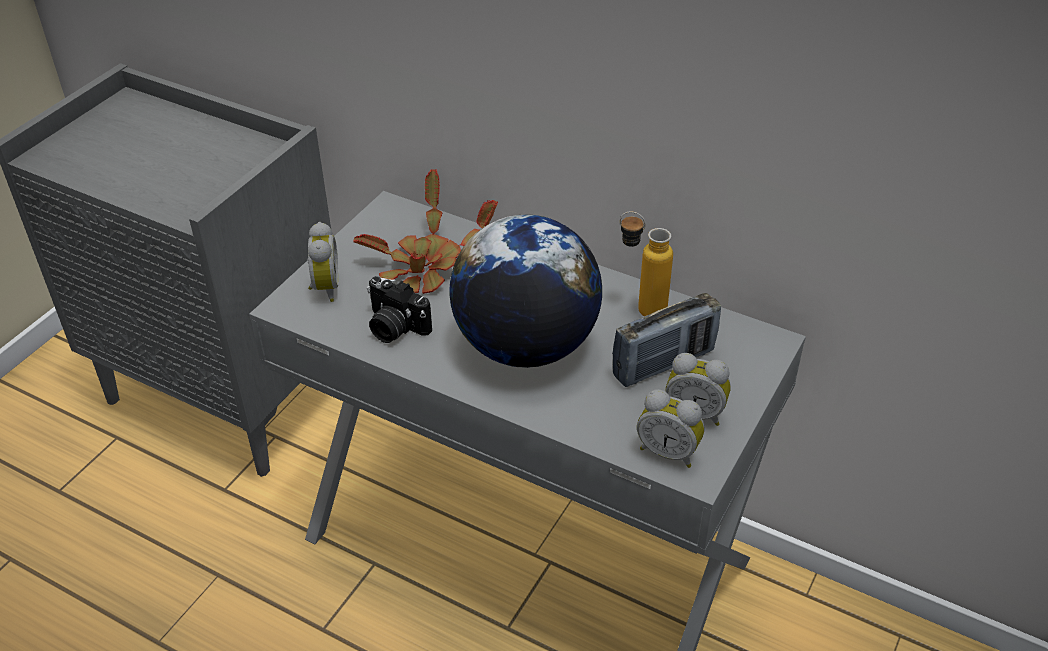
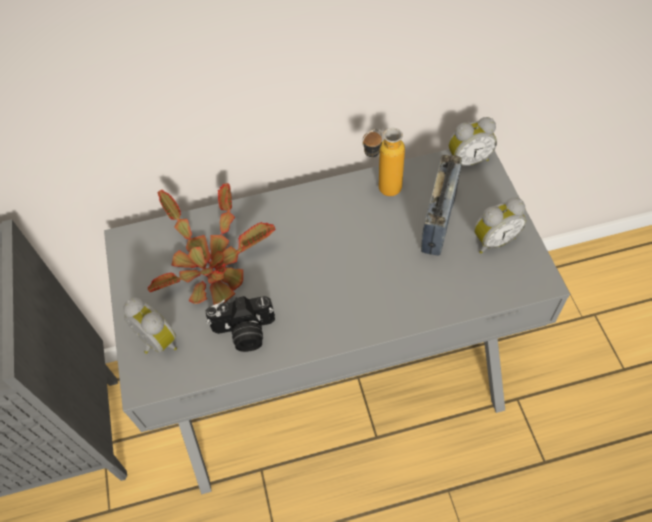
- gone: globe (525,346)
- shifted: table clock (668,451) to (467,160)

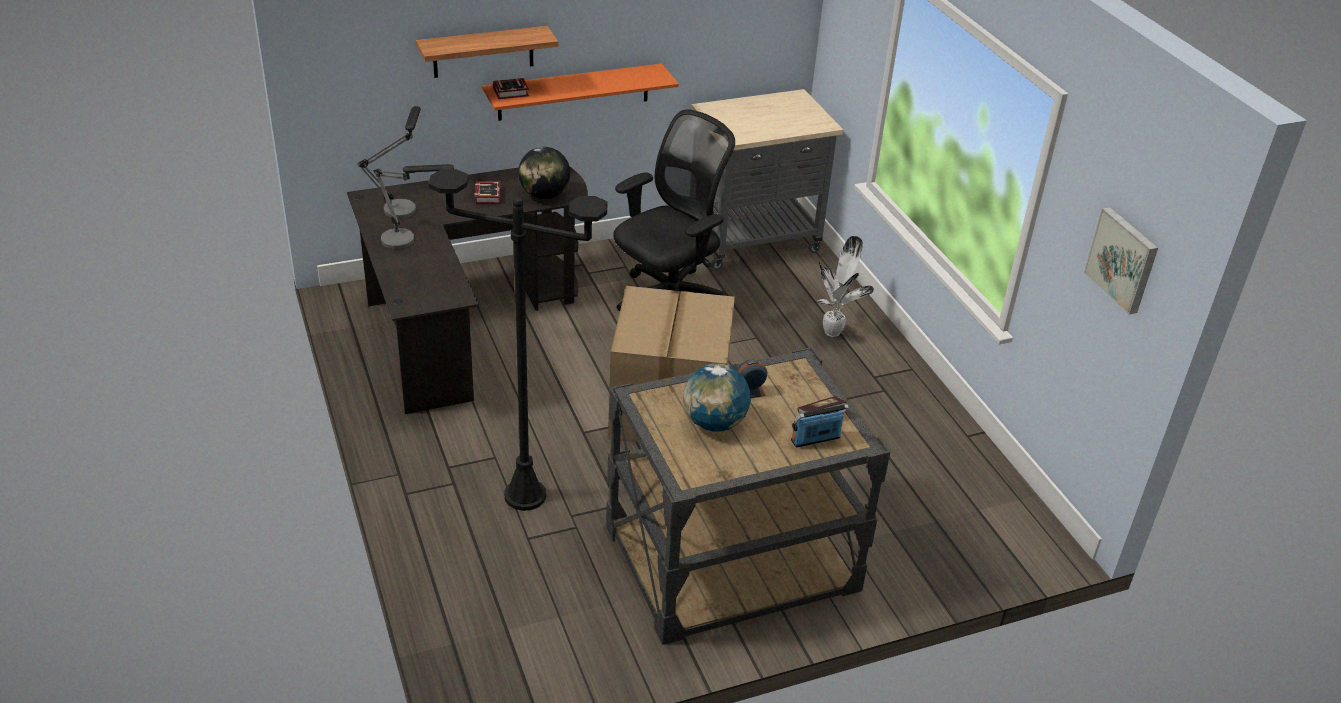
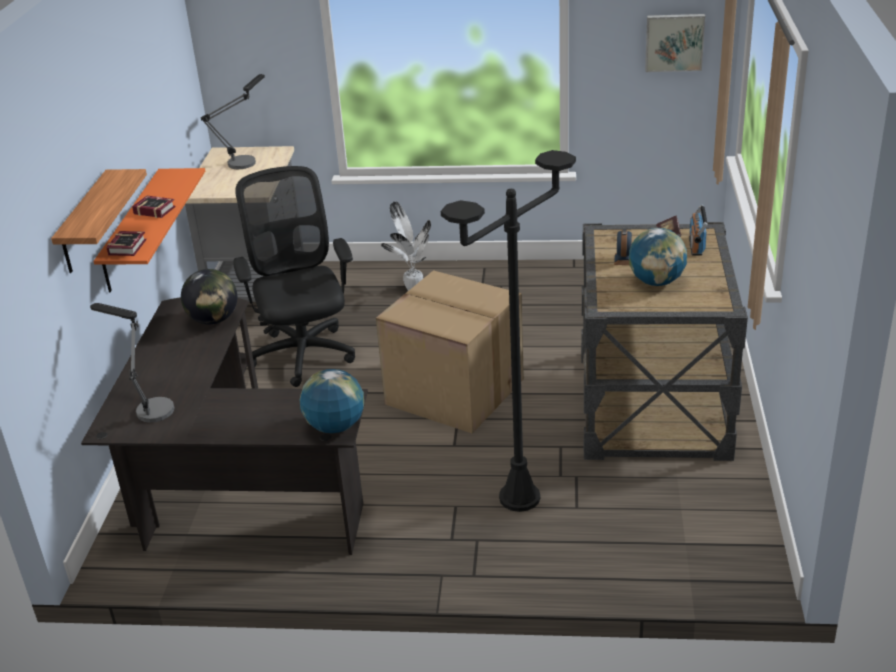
- shifted: table lamp (408,240) to (247,160)
- shifted: volume (489,195) to (154,210)
- new: globe (335,426)

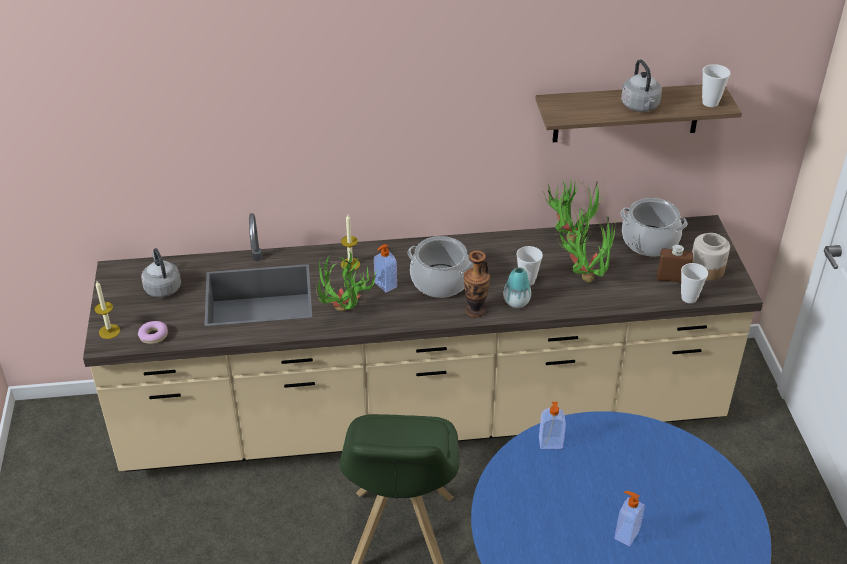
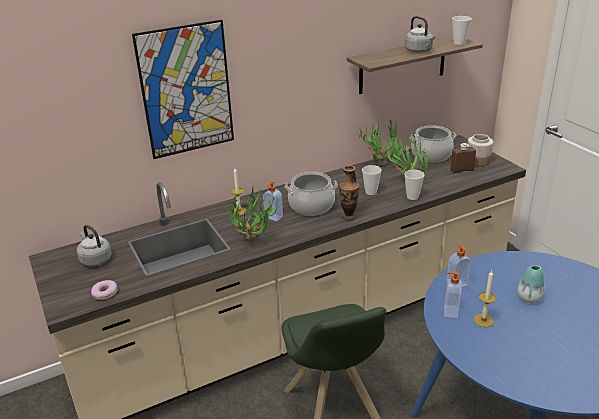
- shifted: candle (109,331) to (483,320)
- shifted: flower vase (516,302) to (529,298)
- shifted: soap dispenser (626,534) to (450,311)
- shifted: cup (689,298) to (412,197)
- new: wall picture (186,90)

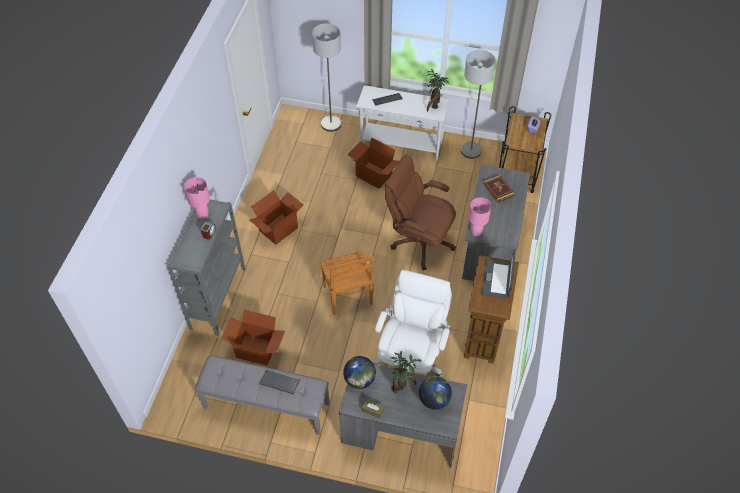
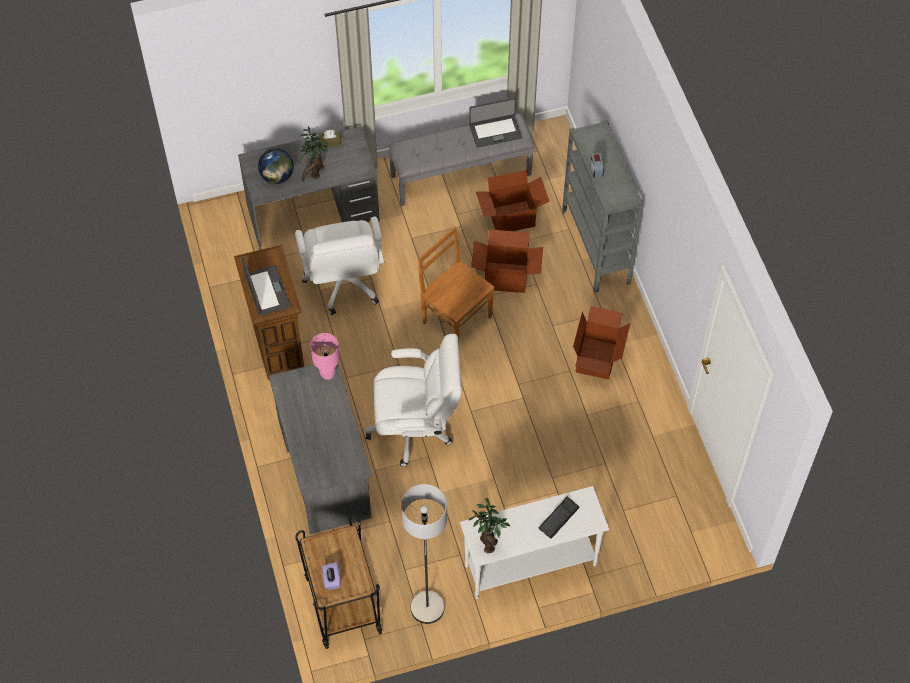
- gone: table lamp (pinkish) (202,214)
- gone: computer keyboard (279,383)
- gone: standing lamp (gray) (331,129)
- gone: globe (359,380)
- shifted: cardboard box (373,175) to (506,276)
- repainted: desk chair (brown-coloured) (419,241) to desk chair (whitish) (417,428)
- gone: volume (498,190)
- new: laptop (495,131)

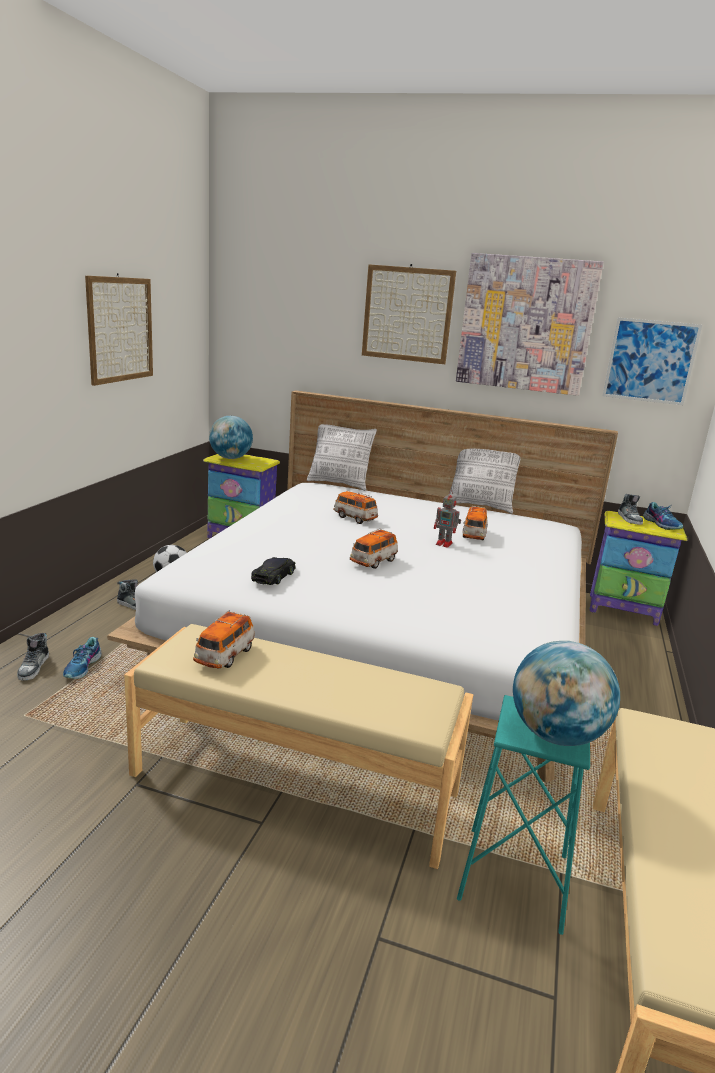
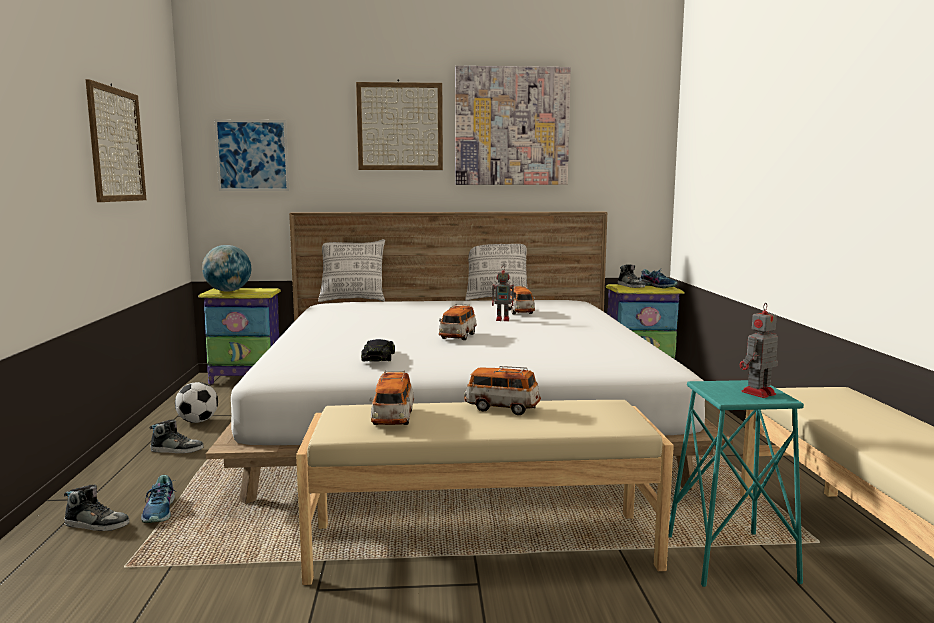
- rotated: low shoe (34,667) = (97,524) 60 degrees counterclockwise
- shifted: miniature car (355,518) to (501,408)
- swapped: globe (556,735) to model robot (757,393)
- shifted: wall picture (650,361) to (252,155)

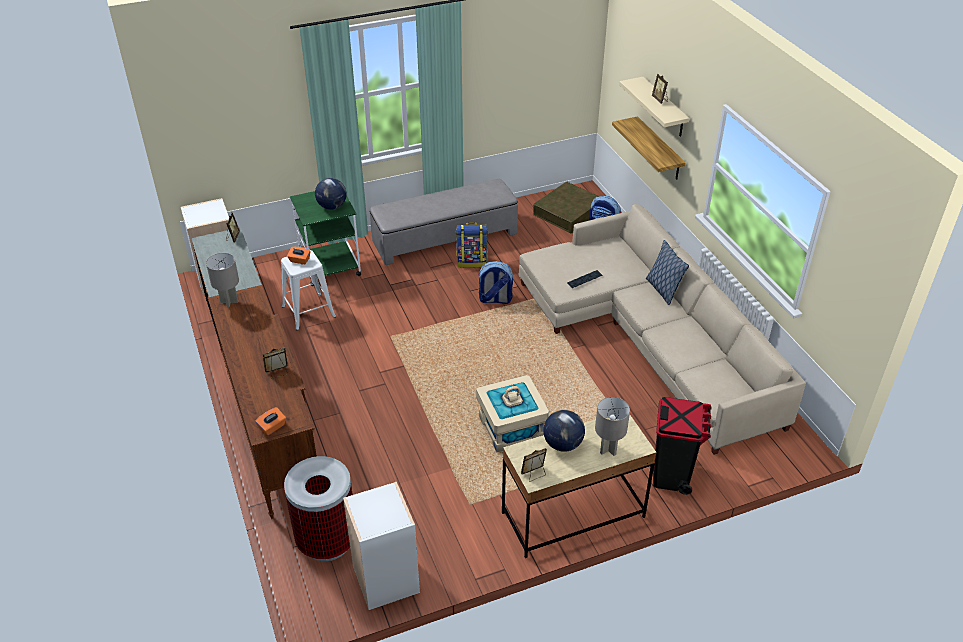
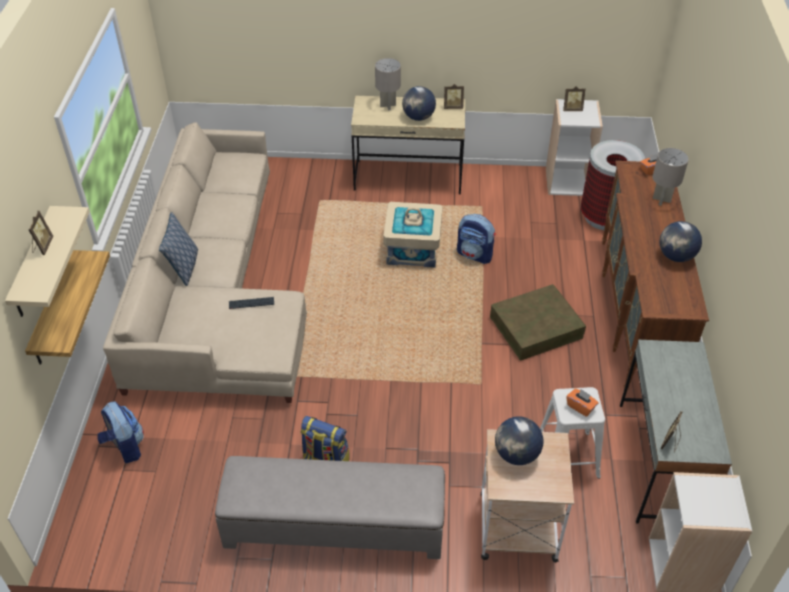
- shifted: table lamp (gray) (229,301) to (661,200)
- shifted: picture frame (278,373) to (572,109)
- repainted: wheeled cart (greenish) (331,266) to wheeled cart (beige-coloured) (516,527)
- shifted: rucksack (495,299) to (475,254)
- shifted: storage container (brown-coloured) (568,212) to (535,327)
- gone: rubbish bin (black) (672,474)
- new: globe (675,256)

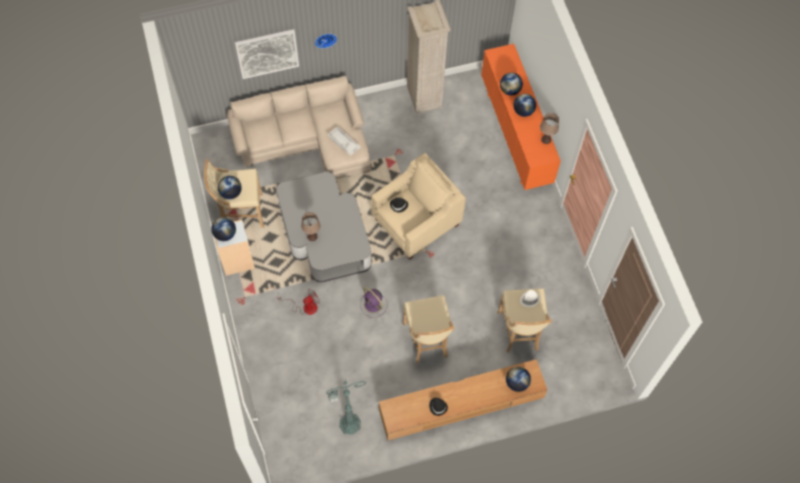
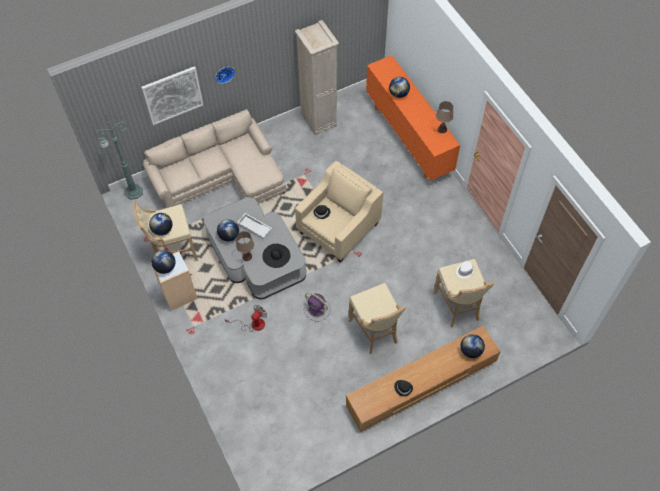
- shifted: standing lamp (greenish) (348,424) to (133,192)
- shifted: tray (whitish) (343,143) to (254,227)
- shifted: globe (523,111) to (229,236)
- new: clothing hat (black) (276,255)

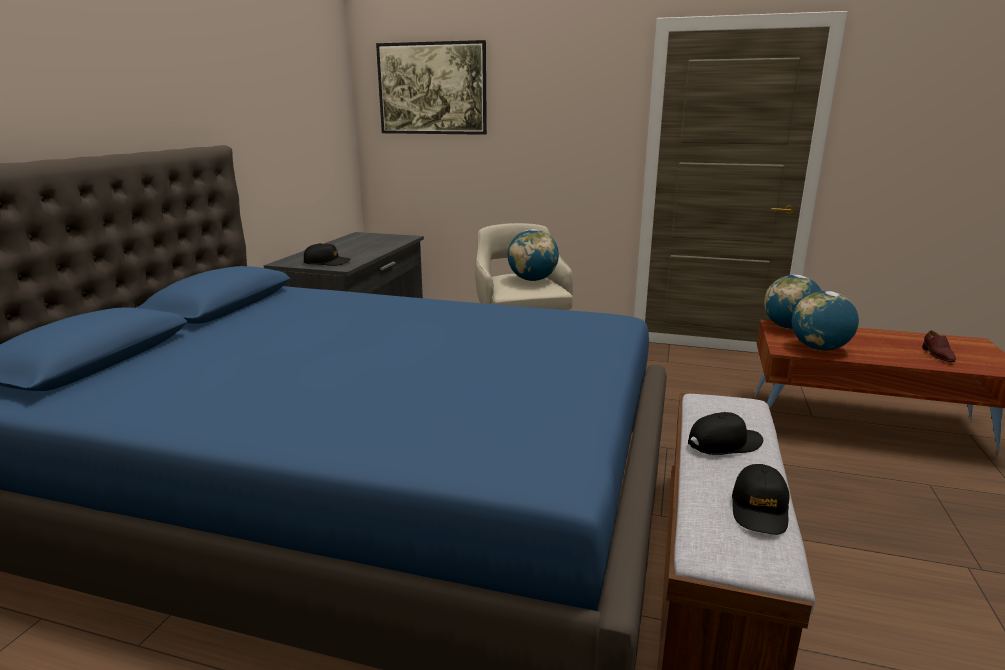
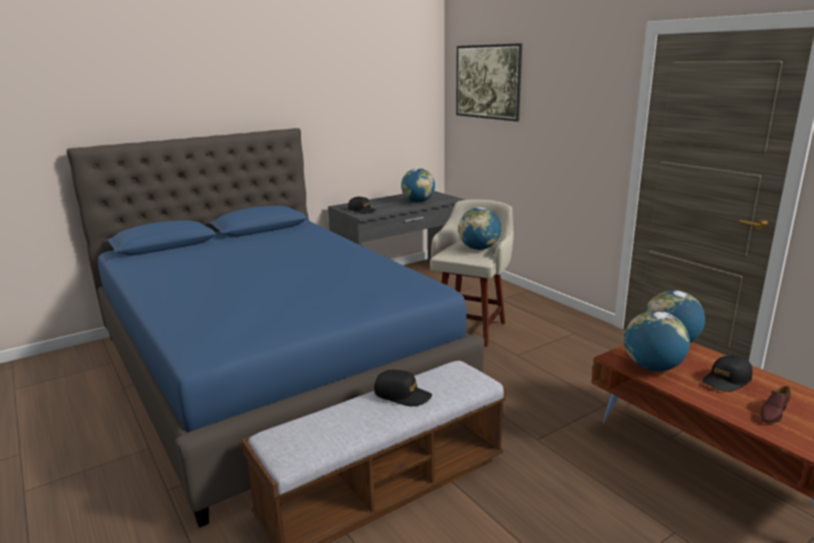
- shifted: cap (black) (759,509) to (726,380)
- new: globe (418,202)

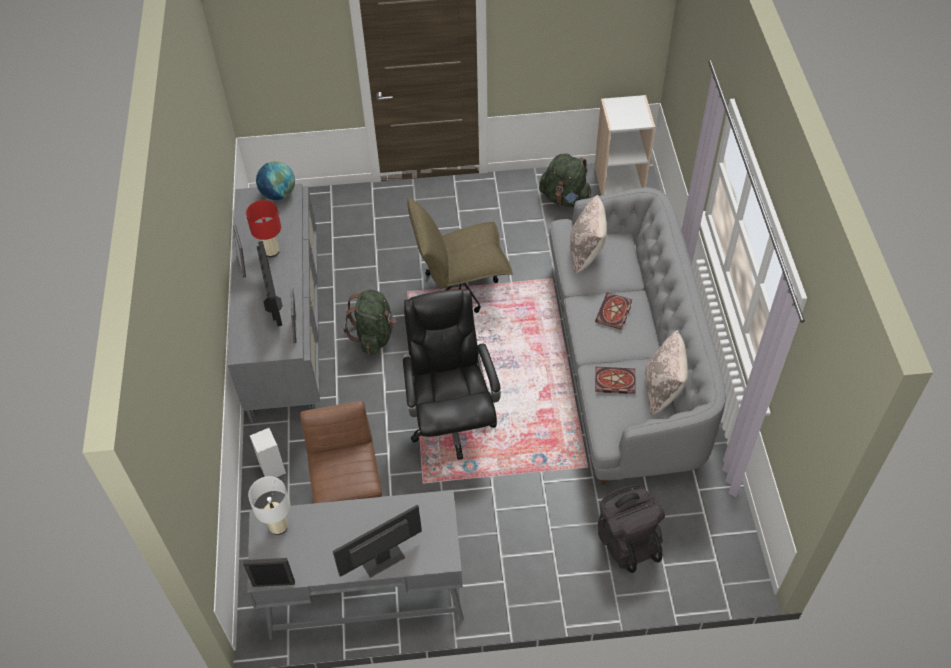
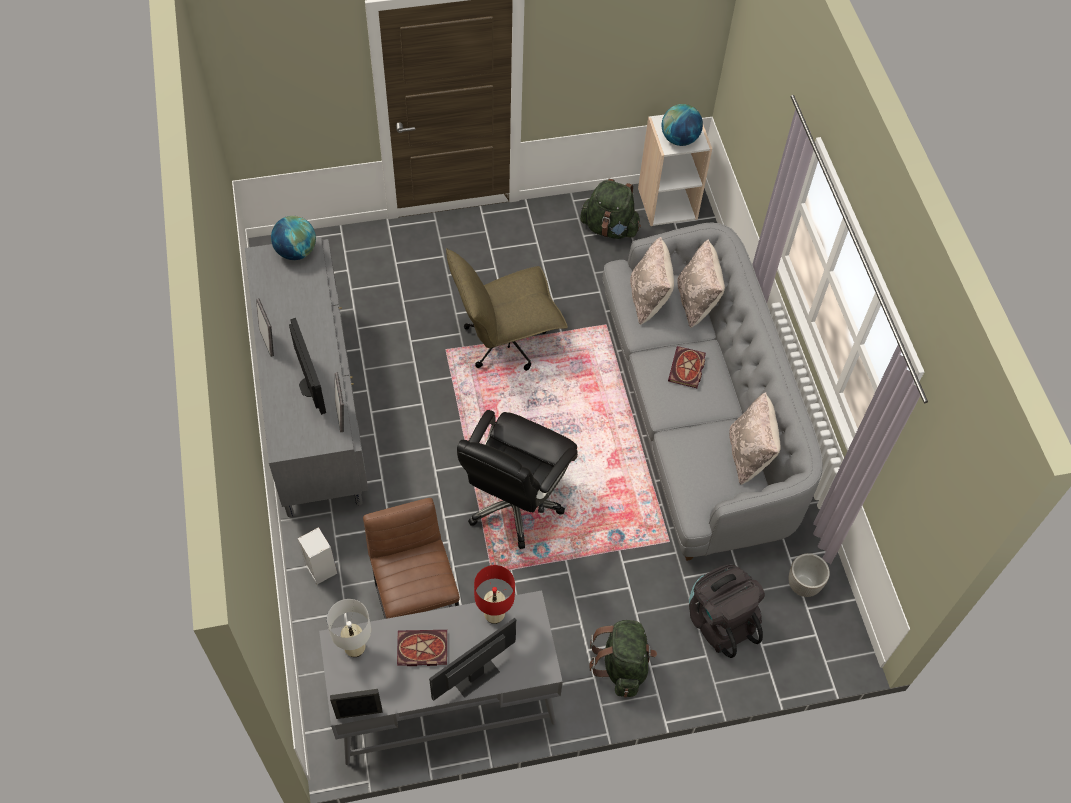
- shifted: table lamp (red) (272,251) to (495,614)
- shifted: rucksack (greenish) (374,335) to (622,665)
- rotated: desk chair (black) (452,424) = (515,502) 135 degrees counterclockwise
- shifted: volume (613,381) to (421,649)
- new: globe (679,139)
- new: pillow (beige-coloured) (696,302)
- new: planter (803,585)

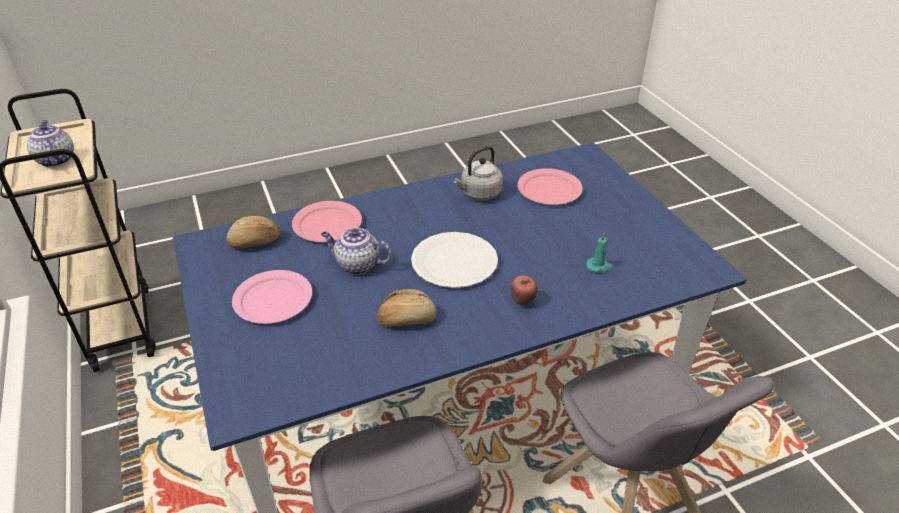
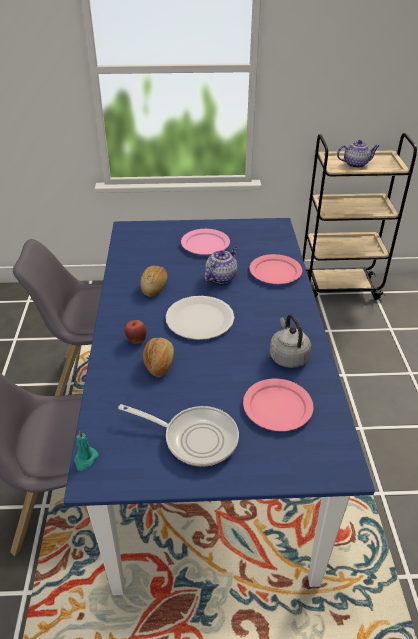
- shifted: bakery bread (255,242) to (159,363)
- shifted: candle (turquoise) (599,266) to (85,460)
- new: frying pan (195,438)

